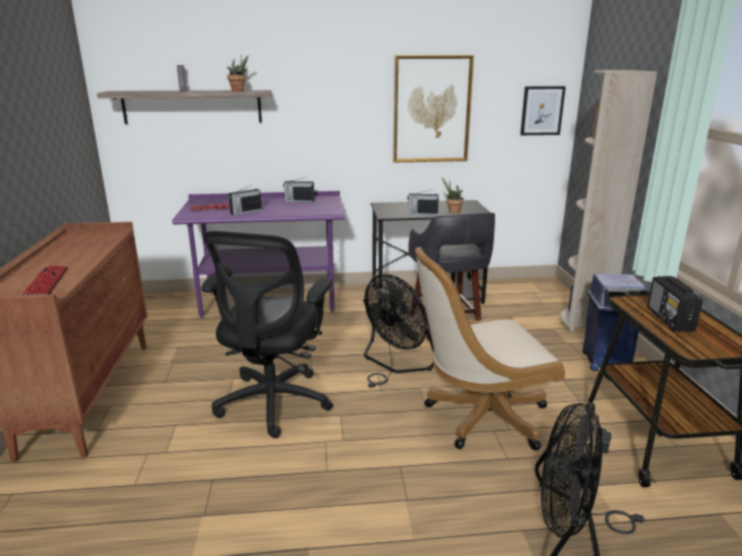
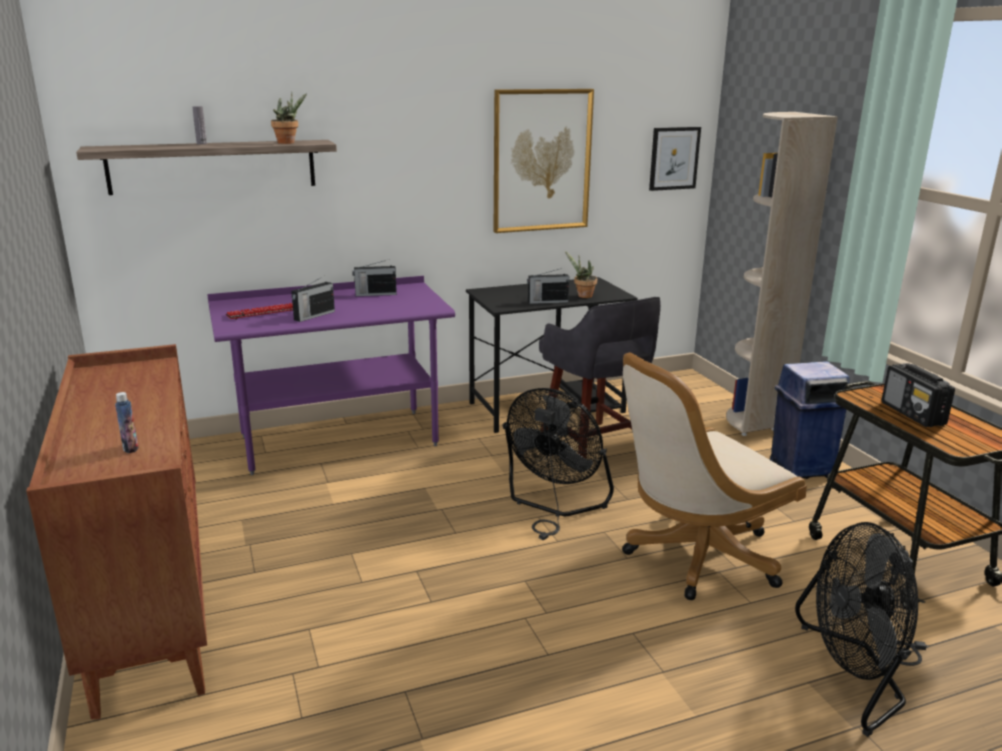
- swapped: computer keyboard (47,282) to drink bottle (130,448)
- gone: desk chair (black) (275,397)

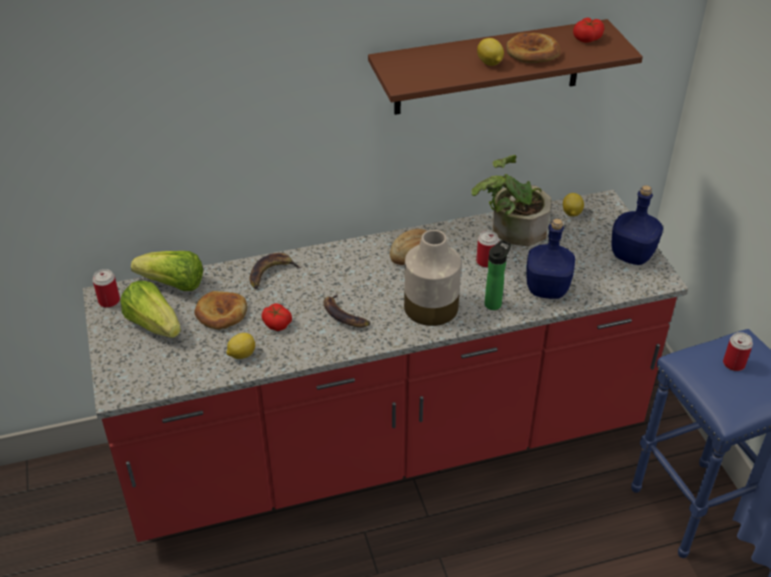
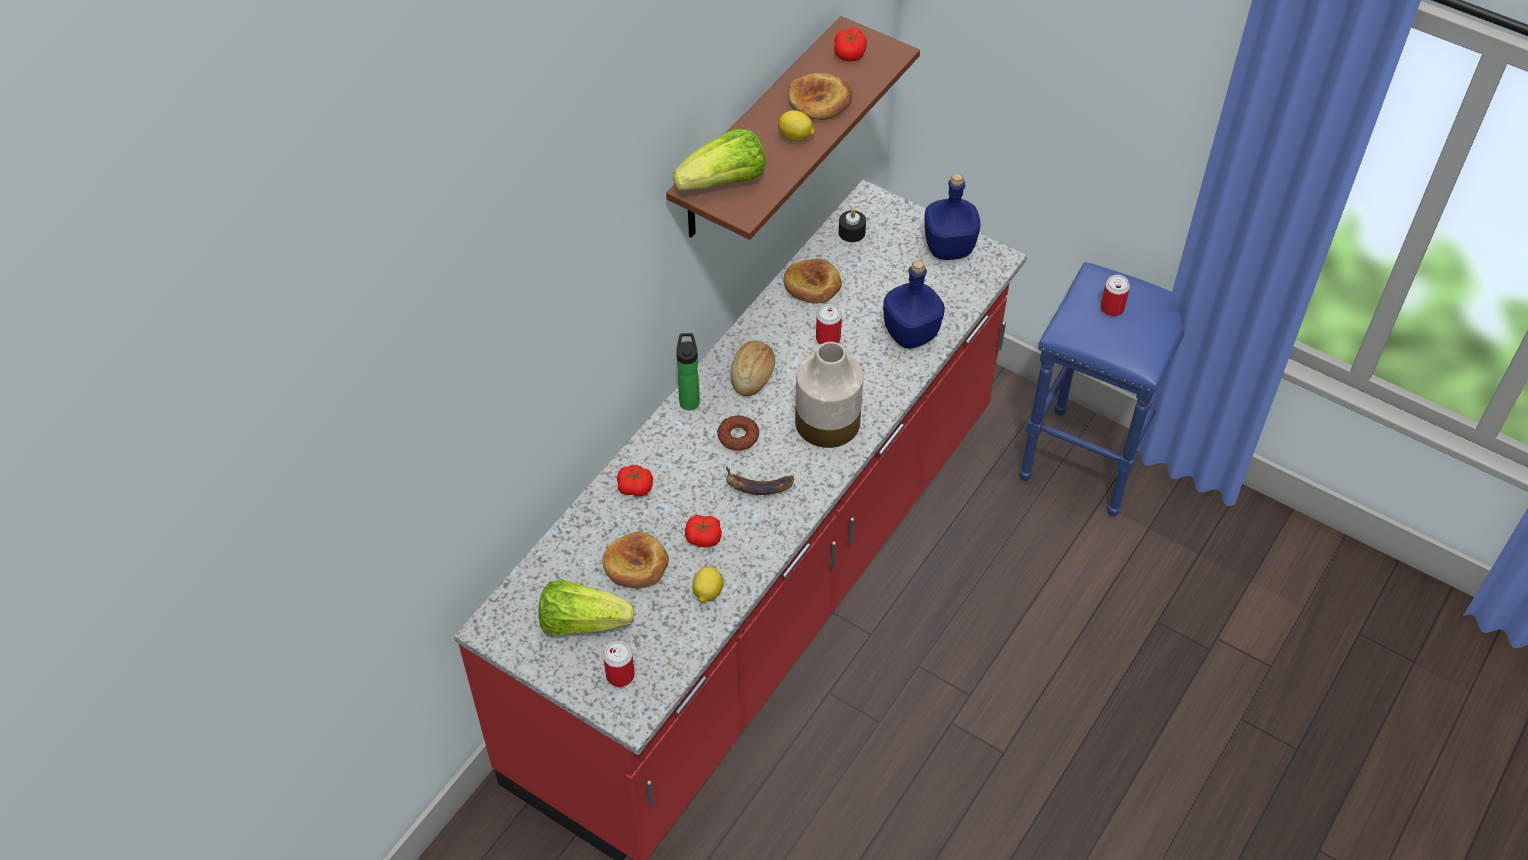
- shifted: can (109,301) to (620,675)
- shifted: lettuce head (173,284) to (724,182)
- swapped: banana (271,273) to fresh tomato (635,486)
- swapped: houseplant (511,228) to bakery bread (812,284)
- shifted: drink bottle (494,303) to (689,400)
- swapped: lemon (571,213) to candle (black) (851,232)
- new: doughnut (738,436)

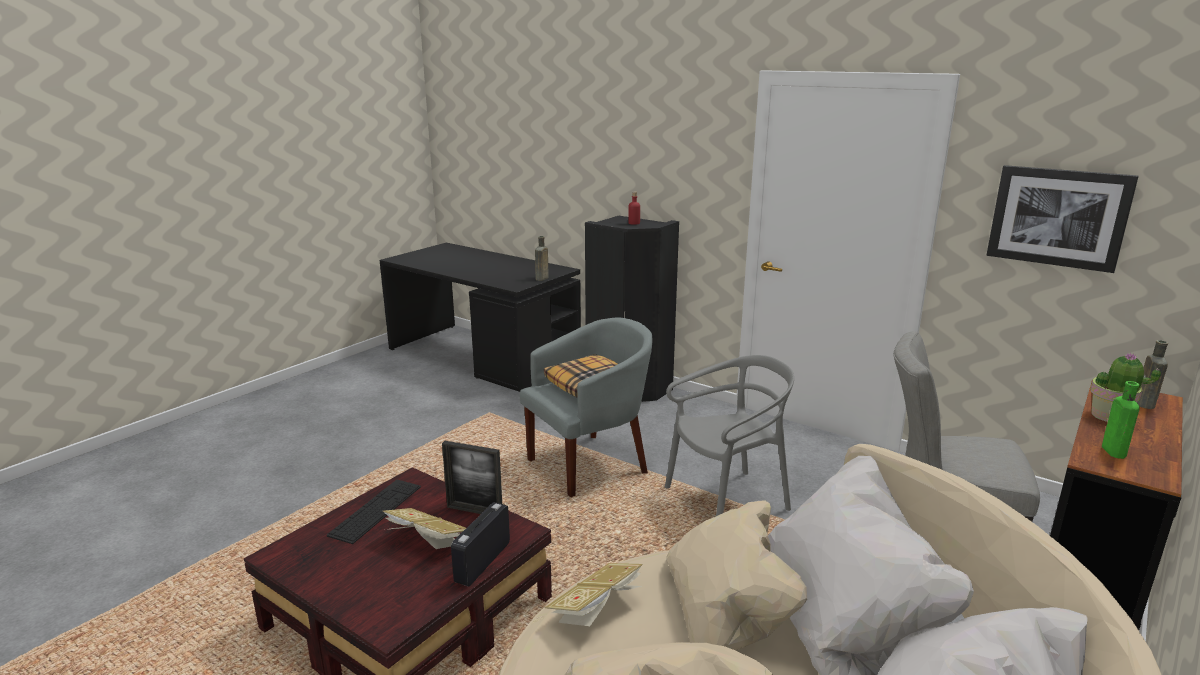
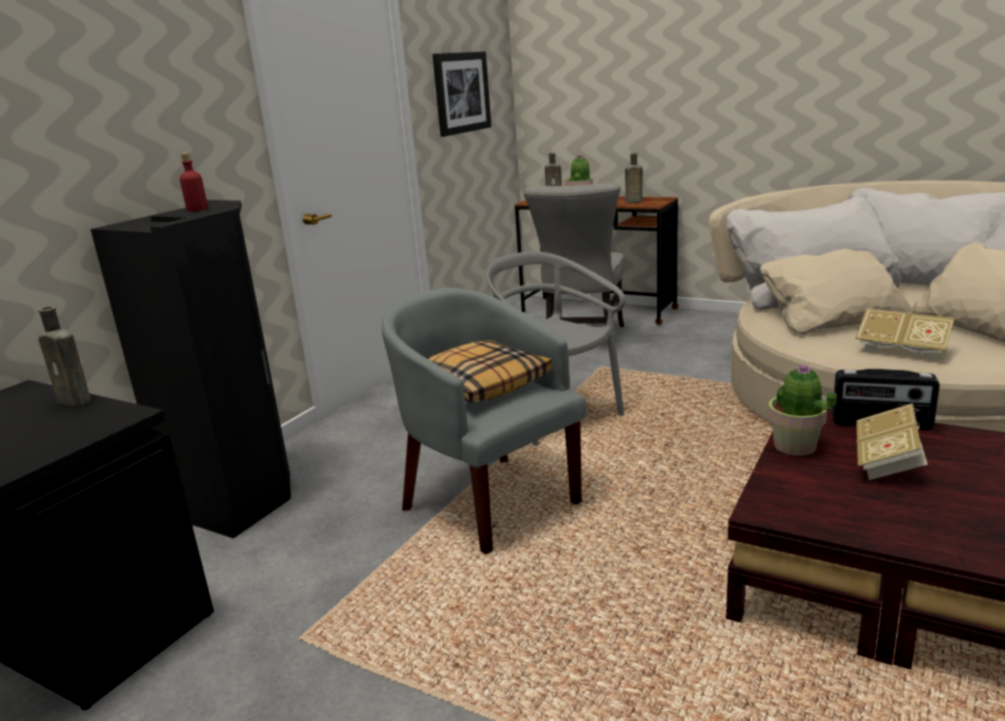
- gone: computer keyboard (376,510)
- swapped: picture frame (474,511) to houseplant (795,447)
- repainted: drink bottle (greenish) (1112,450) to drink bottle (brown-coloured) (632,202)

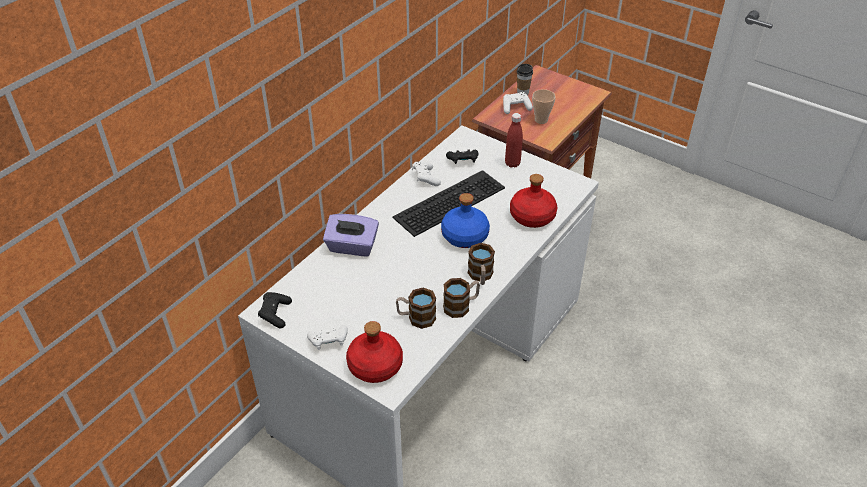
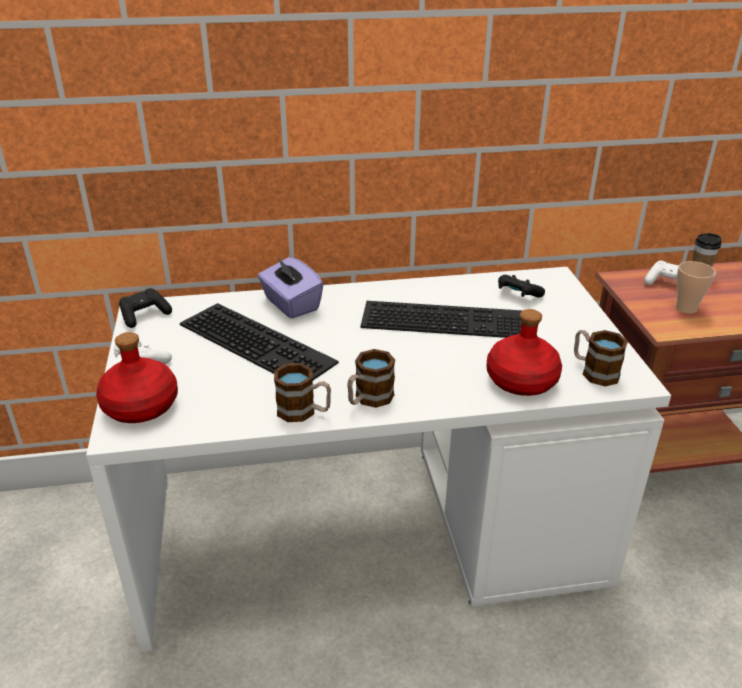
- shifted: tea mug (416,318) to (594,371)
- gone: joypad (whitish) (425,178)
- gone: drink bottle (blue) (464,236)
- gone: drink bottle (red) (512,163)
- new: computer keyboard (260,342)

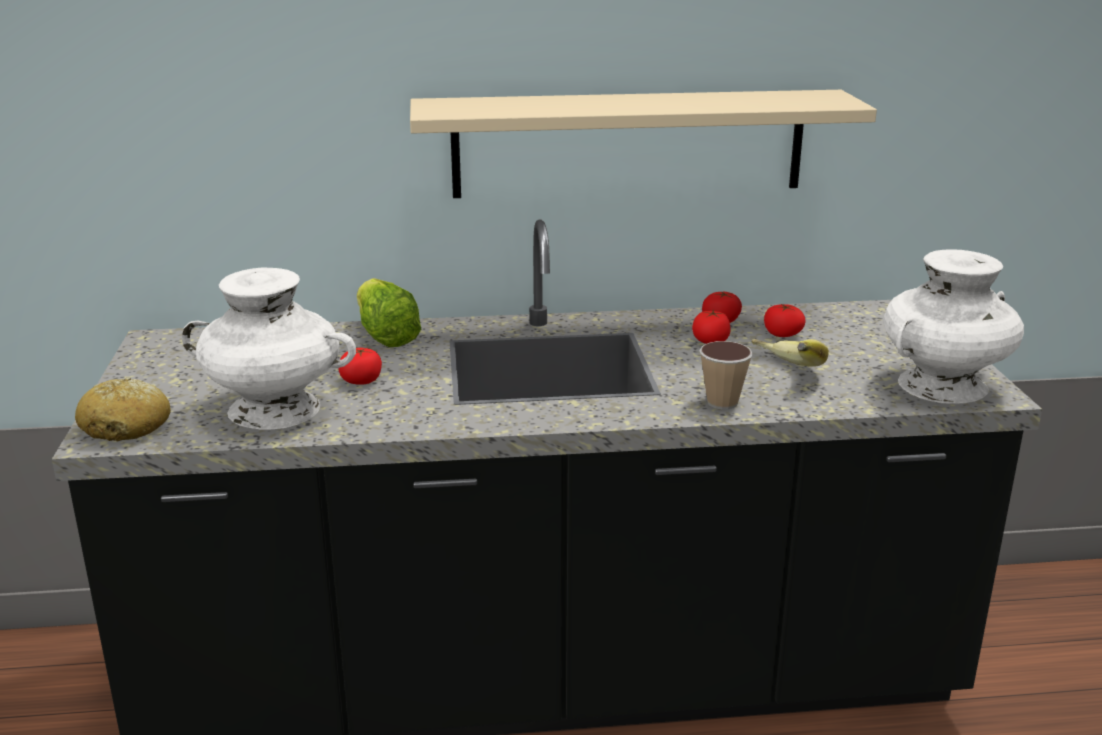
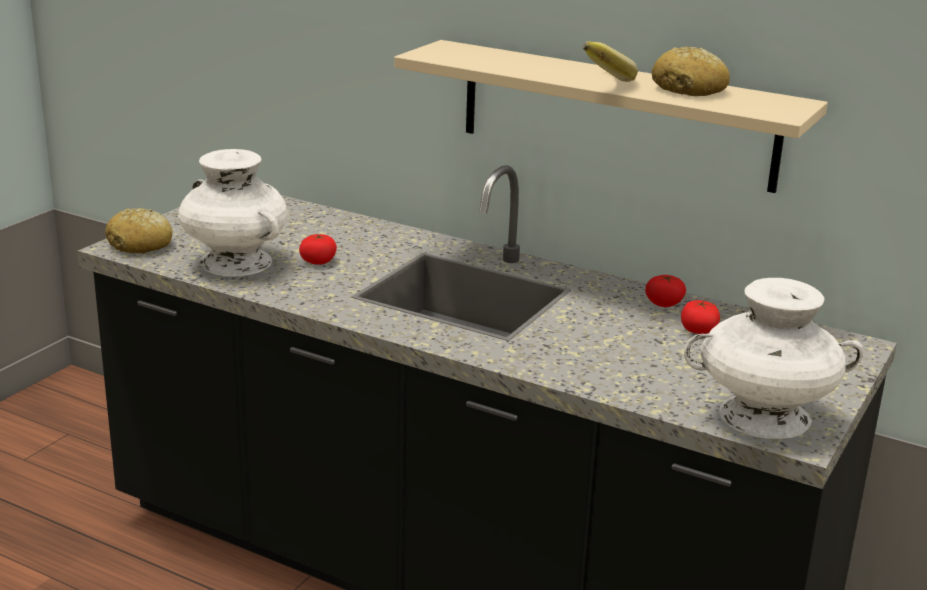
- gone: lettuce head (385,336)
- gone: fresh tomato (710,341)
- gone: cup (722,402)
- shifted: banana (783,372) to (601,82)
- new: bakery bread (689,89)

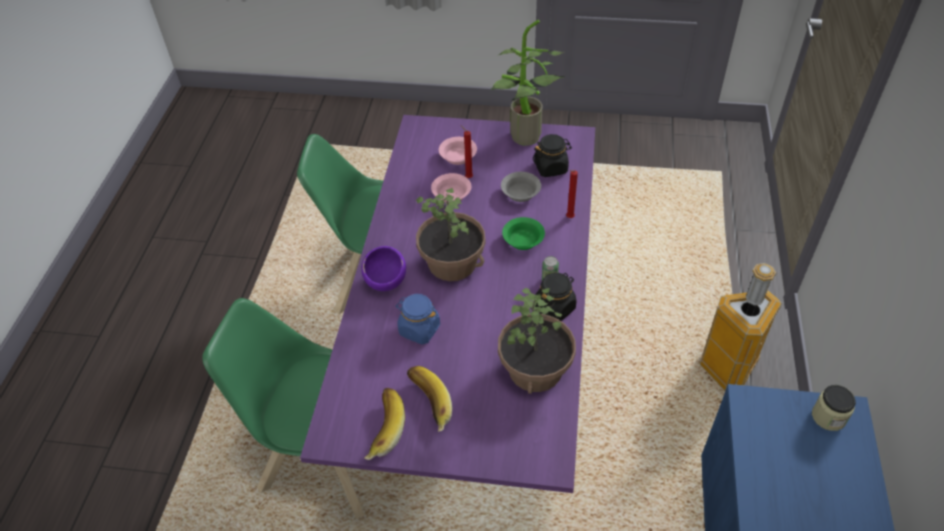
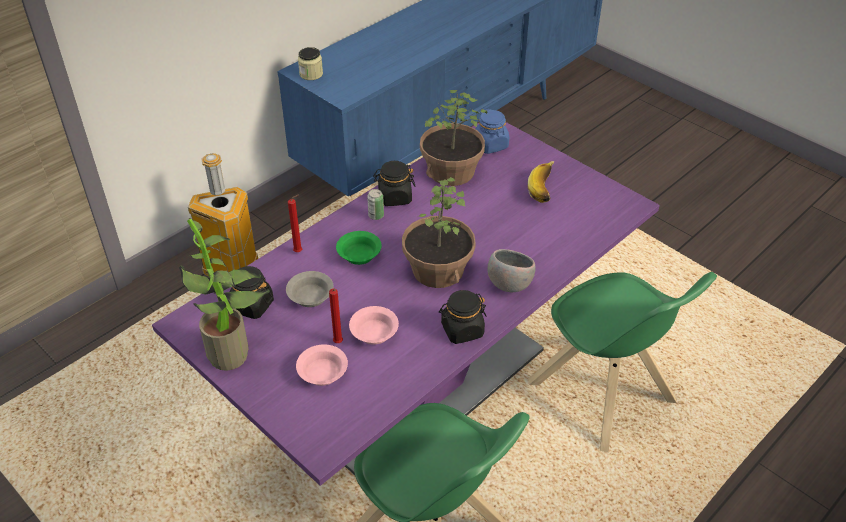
- repainted: deep dish (purple-coloured) (386,282) to deep dish (gray) (509,285)
- gone: banana (381,429)
- shifted: jar (blue) (419,329) to (490,145)
- new: jar (black) (462,330)

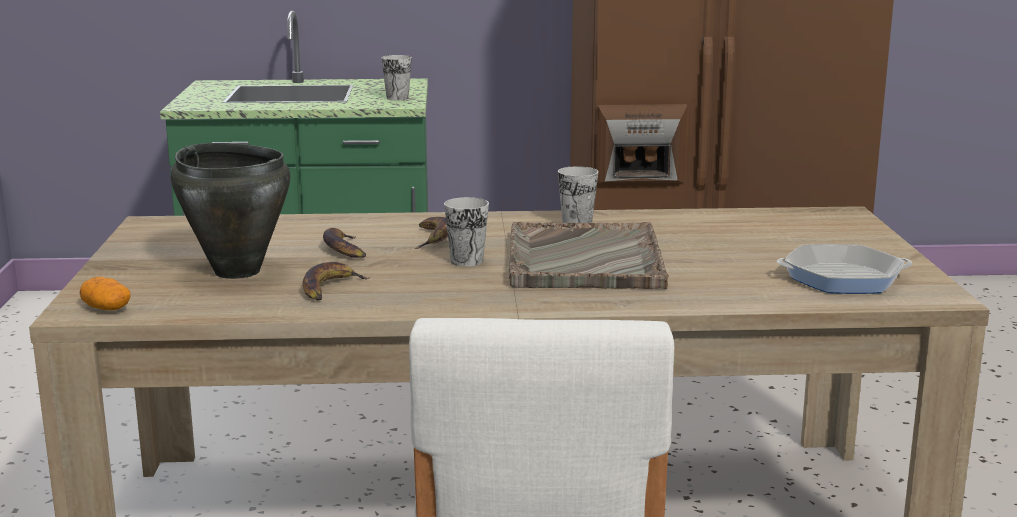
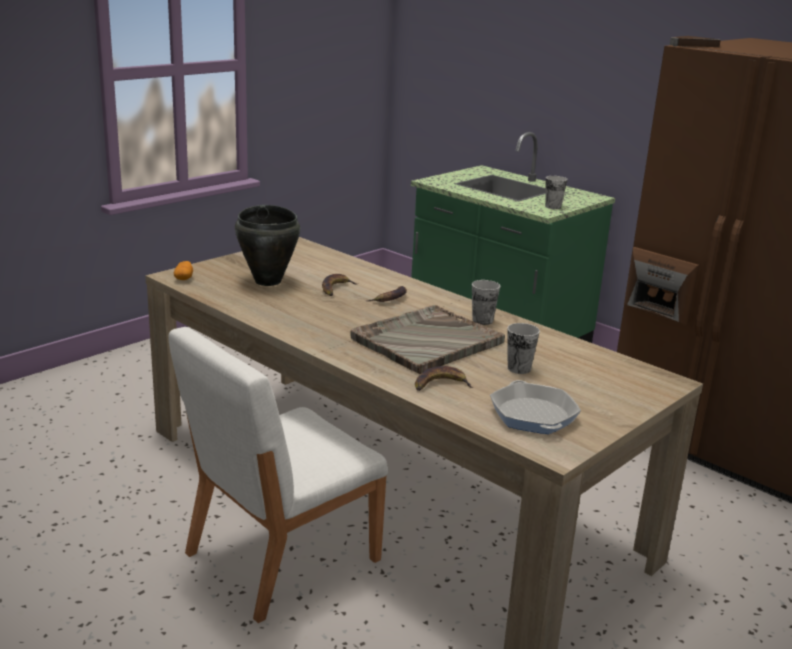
- shifted: banana (329,288) to (440,384)
- shifted: cup (467,261) to (519,368)
- rotated: frying pan (842,278) = (533,415) 150 degrees counterclockwise

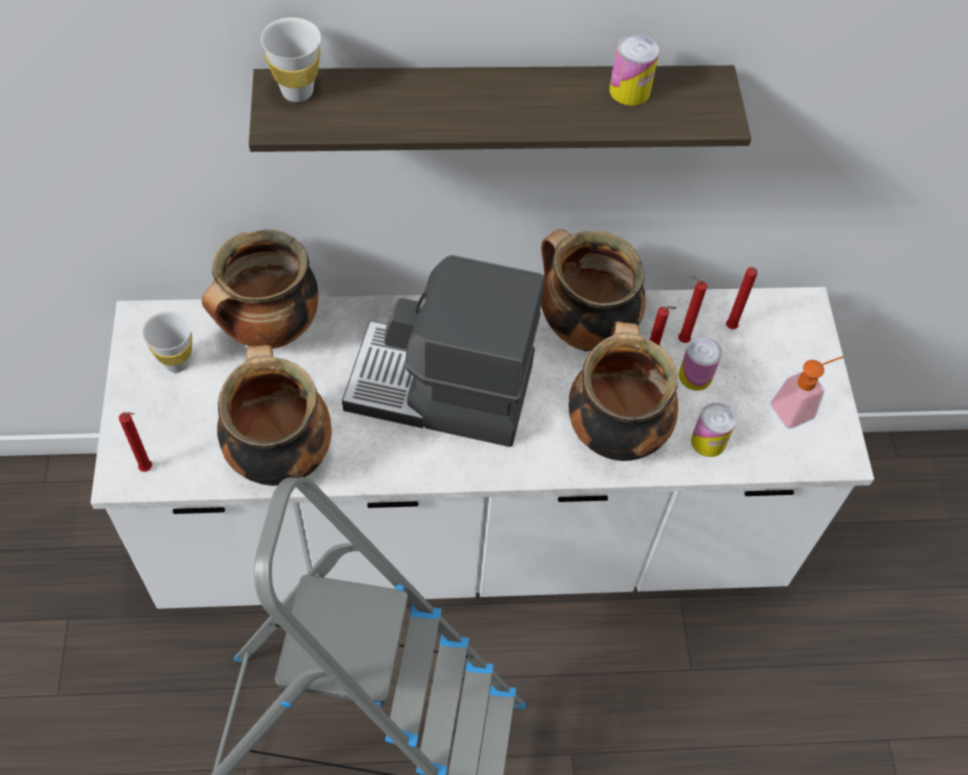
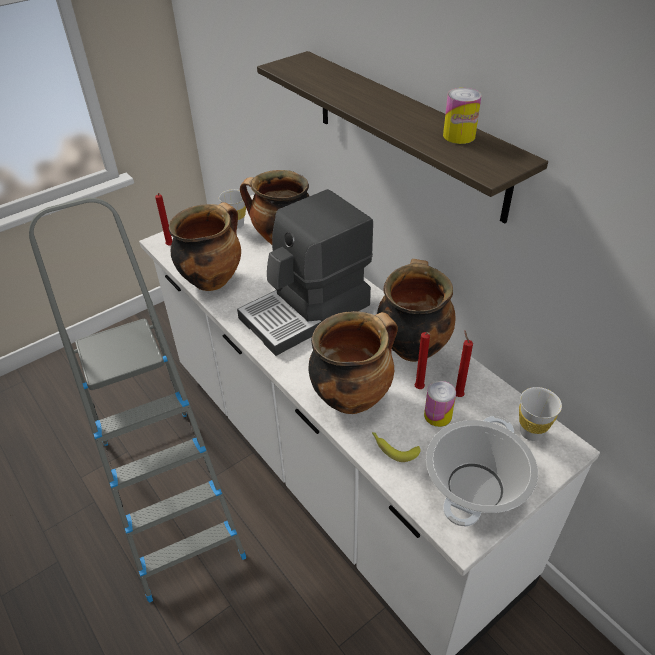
- shifted: cup (whitish) (297,91) to (531,432)
- rotated: coffee maker (441,390) = (307,312) 105 degrees counterclockwise
- swapped: can (708,441) to banana (393,448)
- gone: candle (red) (730,329)
- swapped: soap dispenser (798,408) to stockpot (474,487)

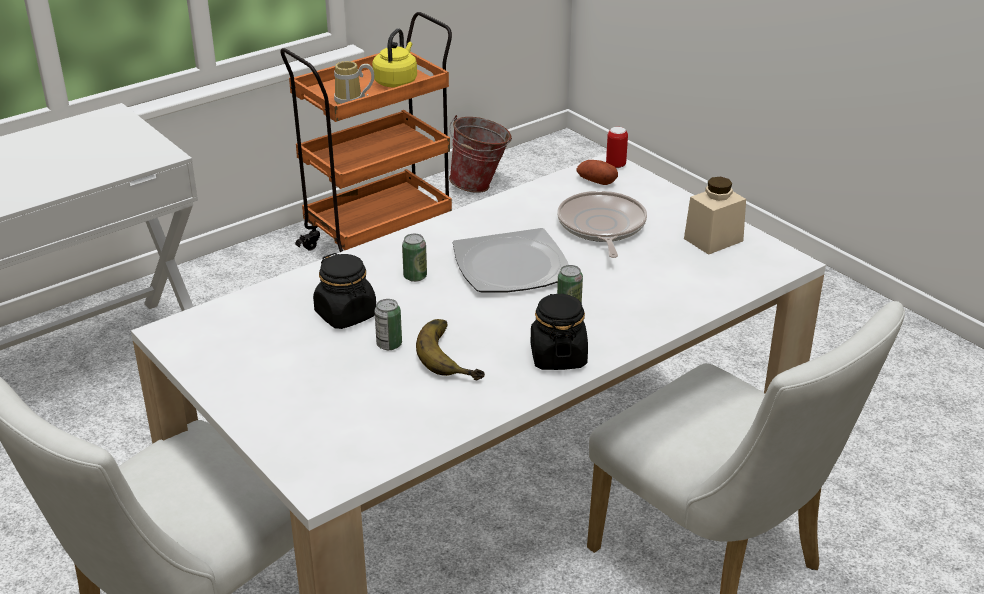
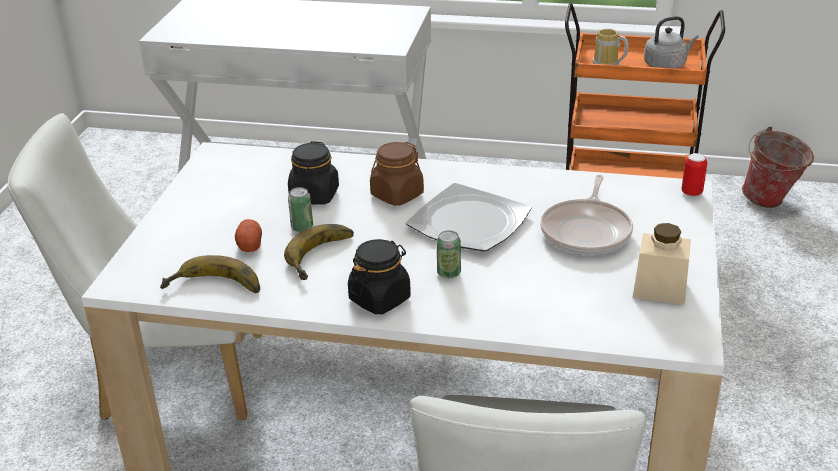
- repainted: kettle (yellowish) (396,81) to kettle (gray) (666,65)
- swapped: can (415,277) to jar (brown-coloured) (397,195)
- rotated: frying pan (601,227) = (587,231) 150 degrees clockwise
- shifted: potato (596,181) to (249,245)
- new: banana (214,289)

